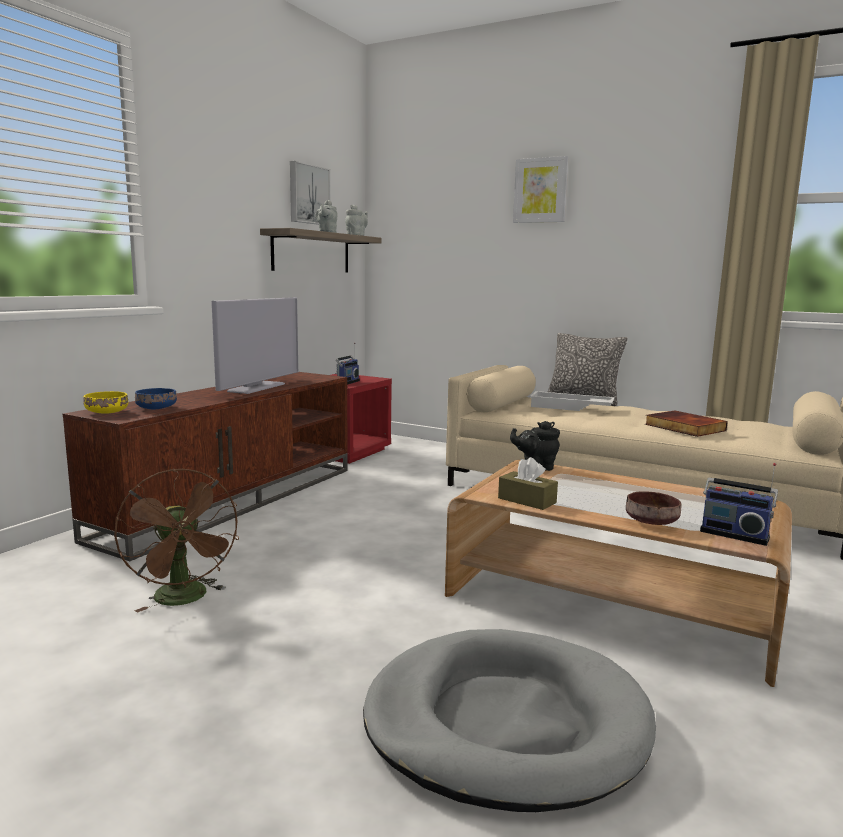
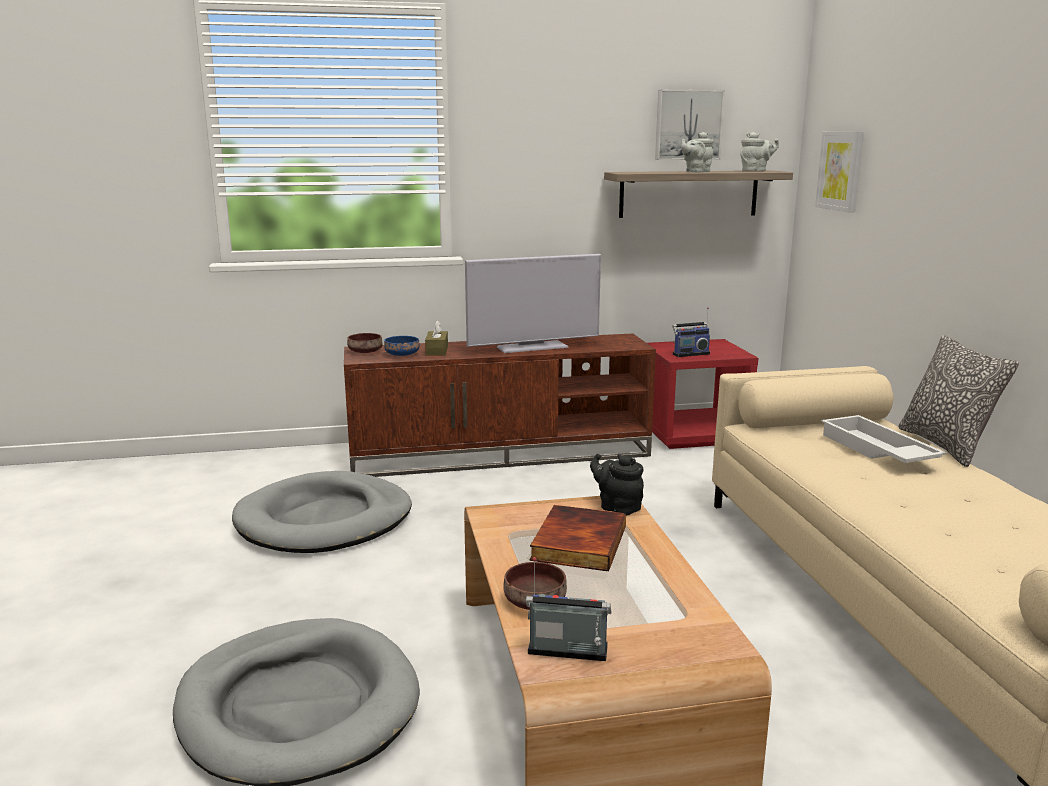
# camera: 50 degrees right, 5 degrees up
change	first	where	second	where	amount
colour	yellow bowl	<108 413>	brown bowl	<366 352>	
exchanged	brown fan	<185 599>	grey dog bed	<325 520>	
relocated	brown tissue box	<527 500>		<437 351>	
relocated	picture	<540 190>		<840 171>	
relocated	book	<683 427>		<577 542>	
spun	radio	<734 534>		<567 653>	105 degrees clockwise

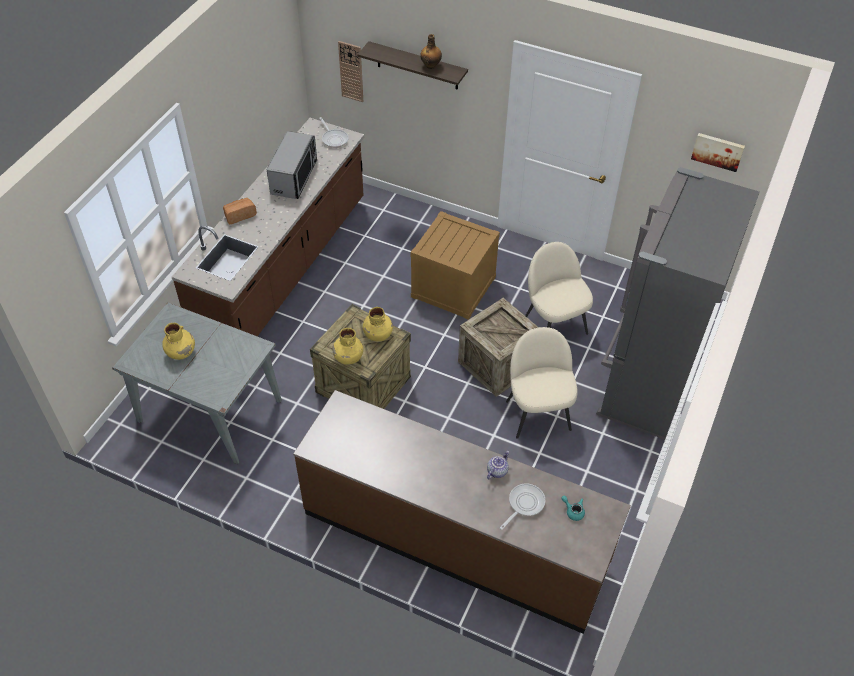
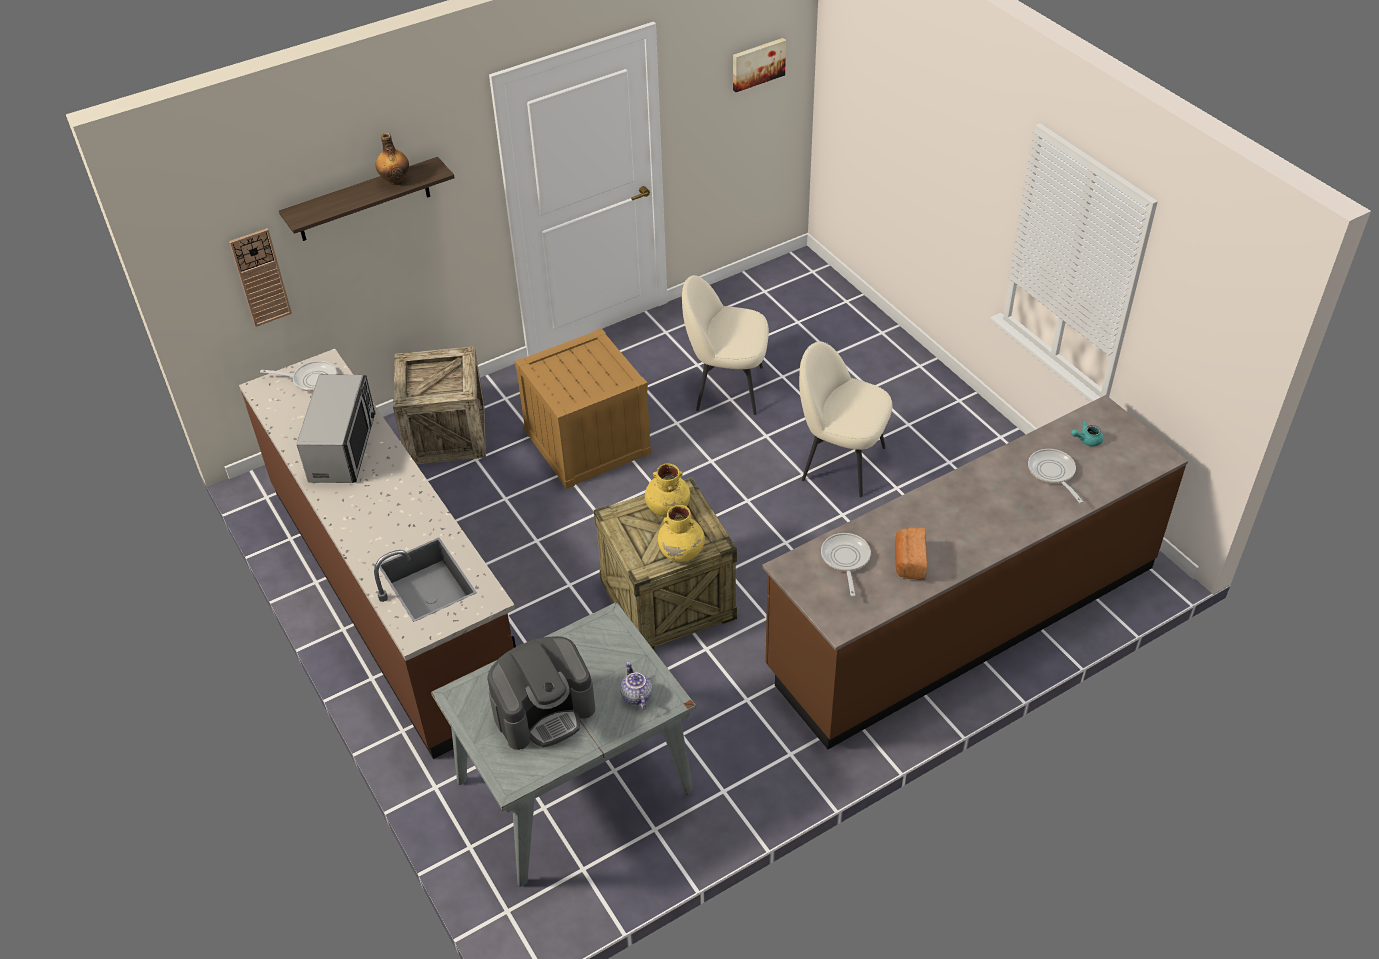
# camera: 55 degrees left, 5 degrees down
change	first	where	second	where	amount
exchanged	yellow vase	<181 352>	coffee machine	<544 711>	
relocated	bread	<239 215>		<909 562>	
spun	microwave	<294 177>		<343 448>	45 degrees clockwise
relocated	crate	<497 364>		<446 434>	
relocated	teapot	<496 471>		<635 696>	
missing	grey fridge	<646 384>			
appeared			frying pan	<845 560>	

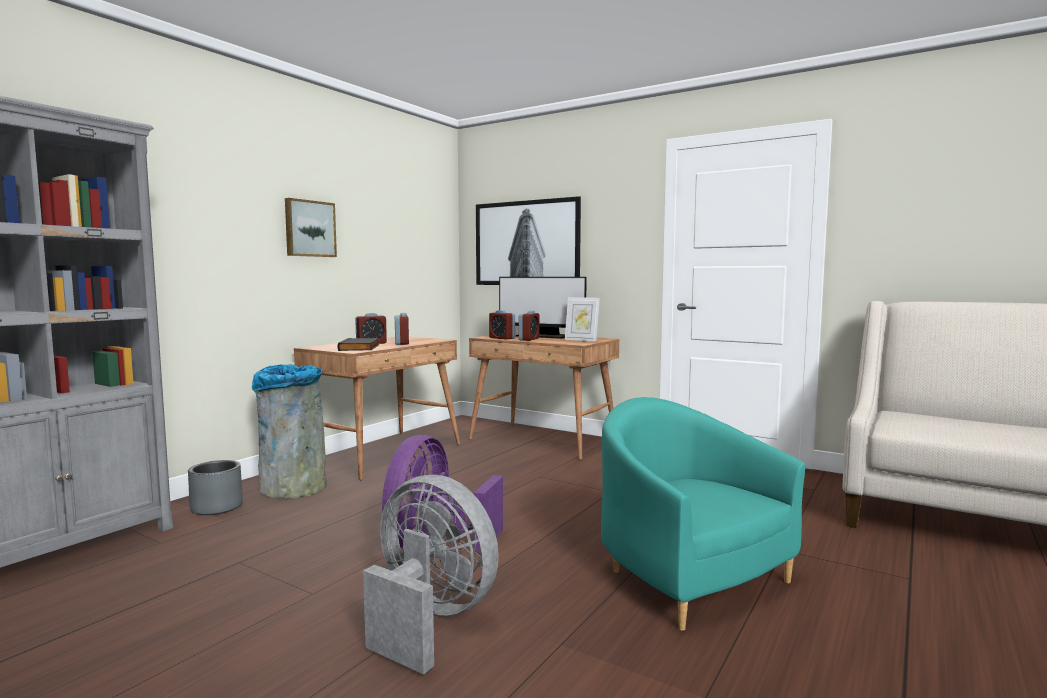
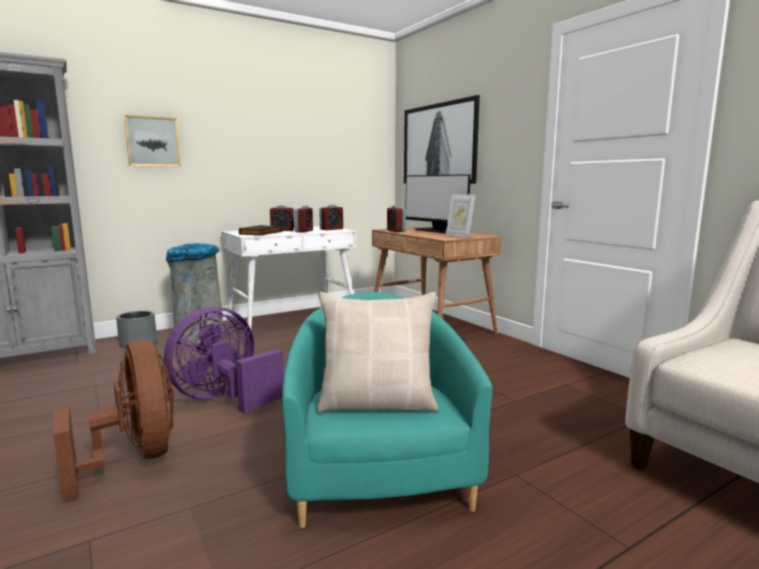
# camera: 25 degrees right, 5 degrees up
change	first	where	second	where	amount
relocated	picture	<309 228>		<152 142>	
colour	brown desk	<383 454>	white desk	<293 320>	
colour	grey fan	<429 620>	brown fan	<135 458>	
relocated	alarm clock	<529 339>		<331 229>	
appeared			beige pillow	<377 403>	

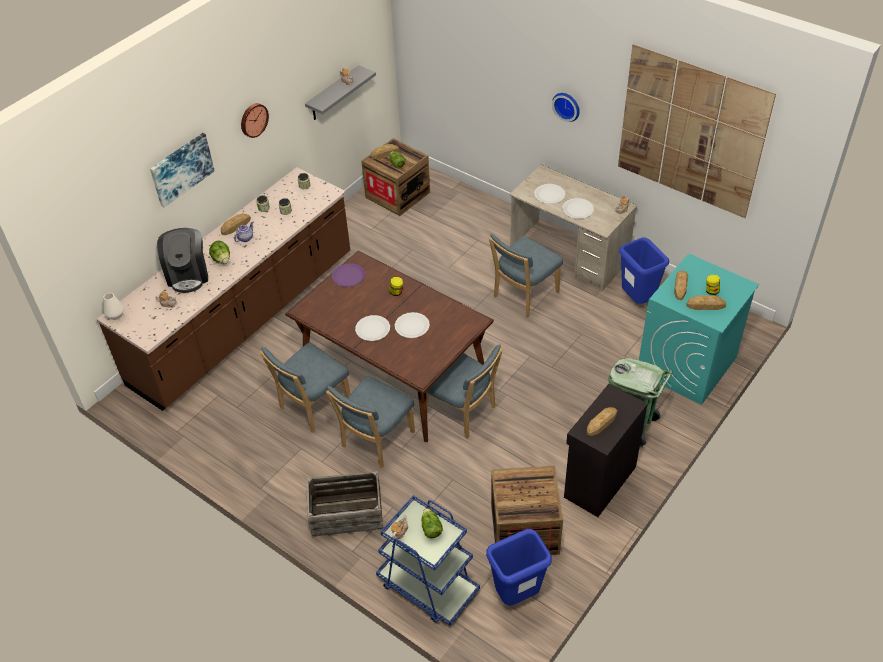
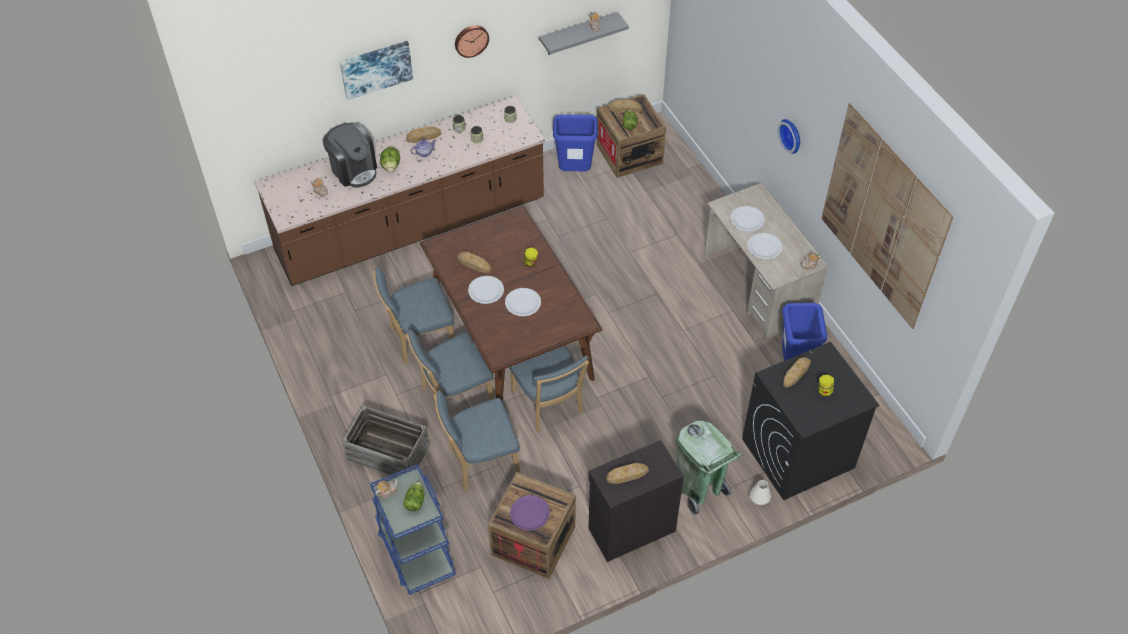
# camera: 25 degrees right, 5 degrees up
change	first	where	second	where	amount
relocated	white vase	<115 315>		<759 499>	
spun	coffee machine	<188 275>		<353 170>	60 degrees counterclockwise
relocated	purple plate	<348 276>		<529 513>	
relocated	blue trash can	<517 595>		<575 171>	
relocated	blue chair	<523 296>		<480 461>	
colour	turquoise washing machine	<686 365>	black washing machine	<797 454>	
relocated	bread	<706 305>		<473 264>	

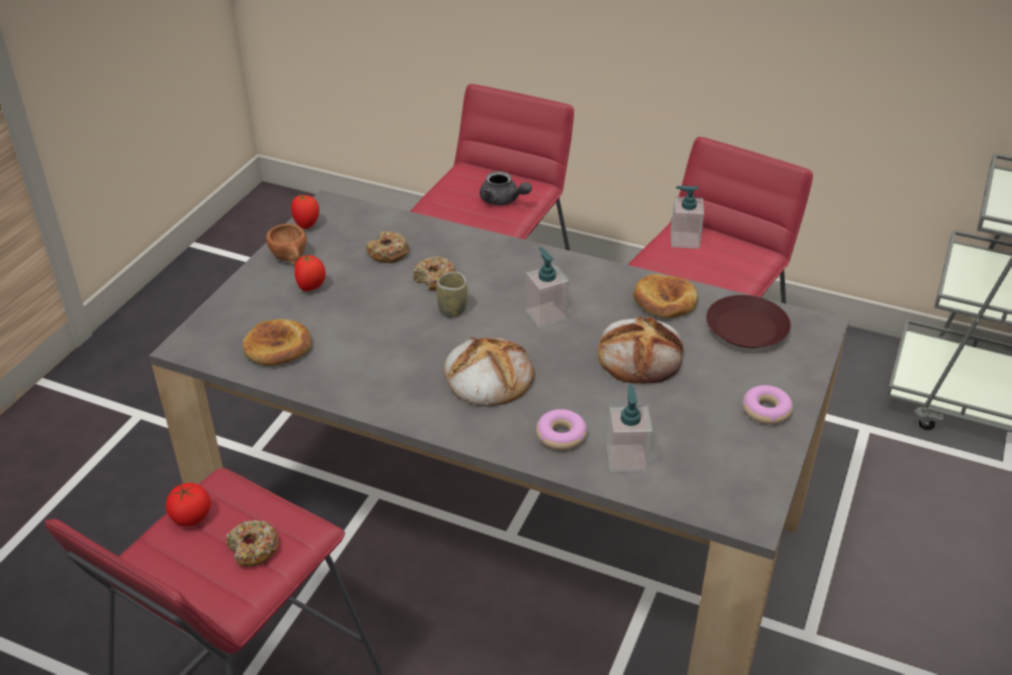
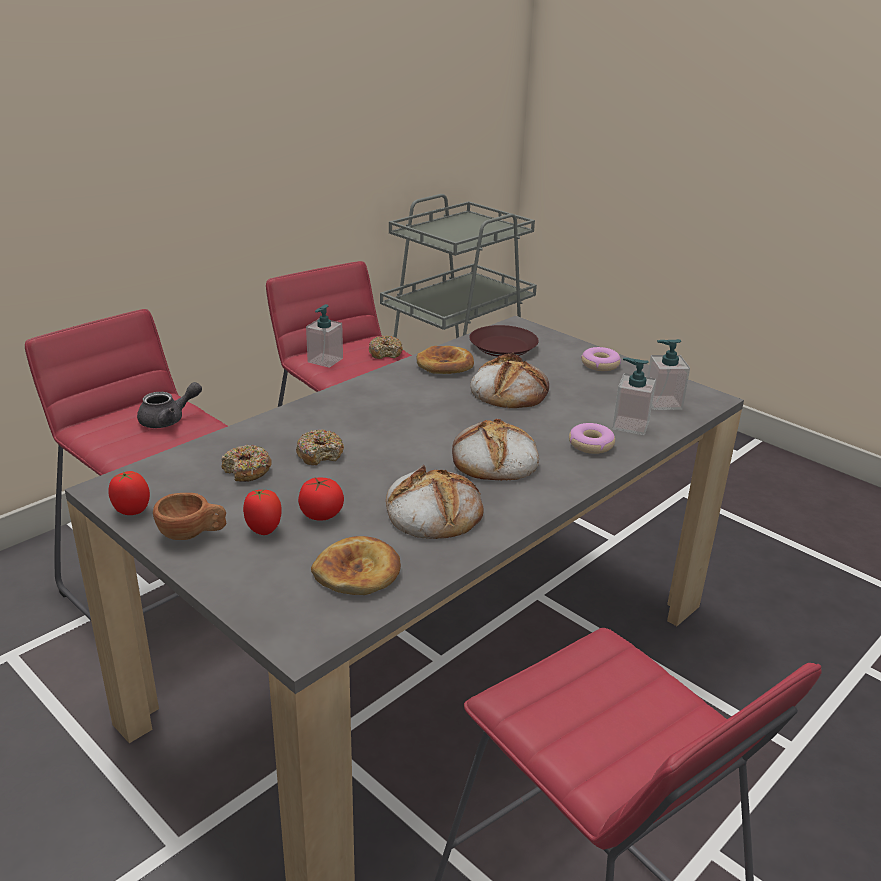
# camera: 70 degrees left, 10 degrees down
change	first	where	second	where	amount
relocated	tomato	<191 517>		<321 514>	
relocated	donut	<253 549>		<385 353>	
missing	cup	<452 310>			
relocated	soap dispenser	<545 314>		<662 403>	
appeared			bread	<432 511>	

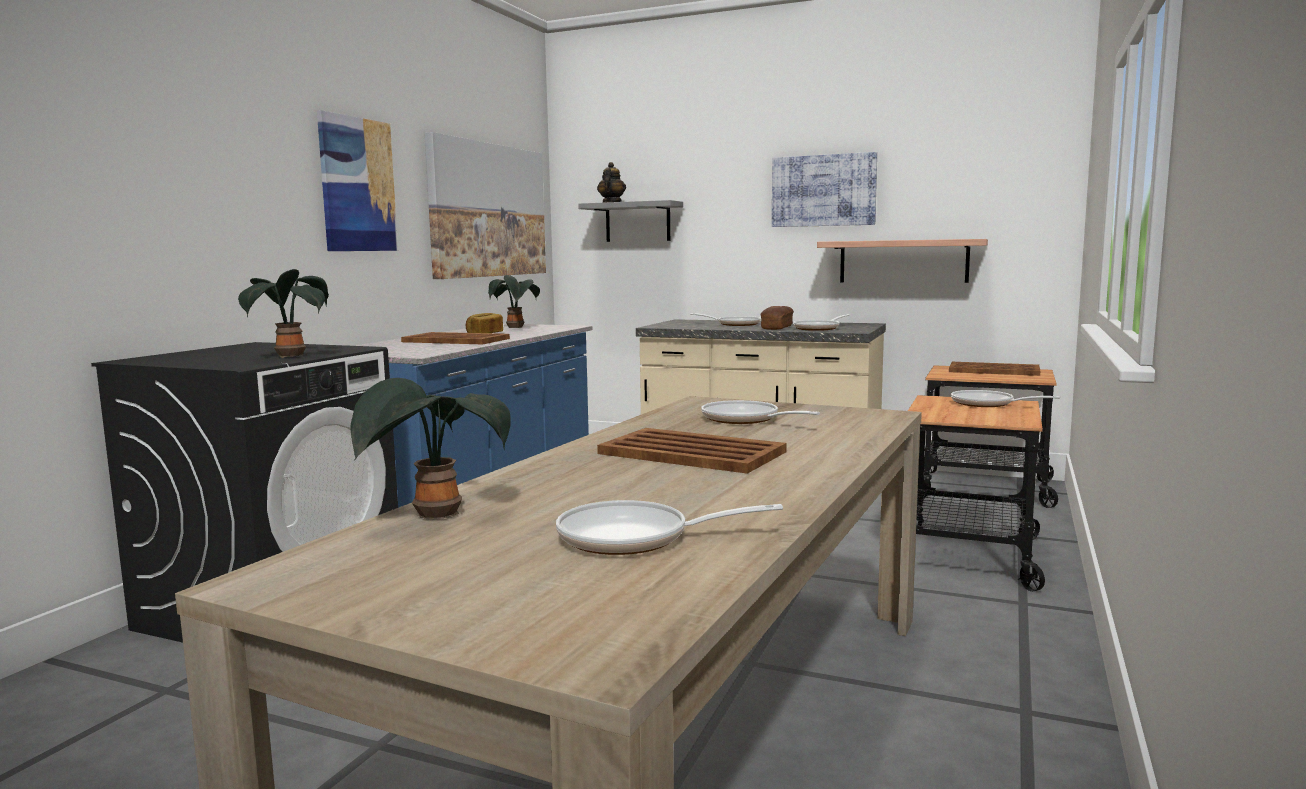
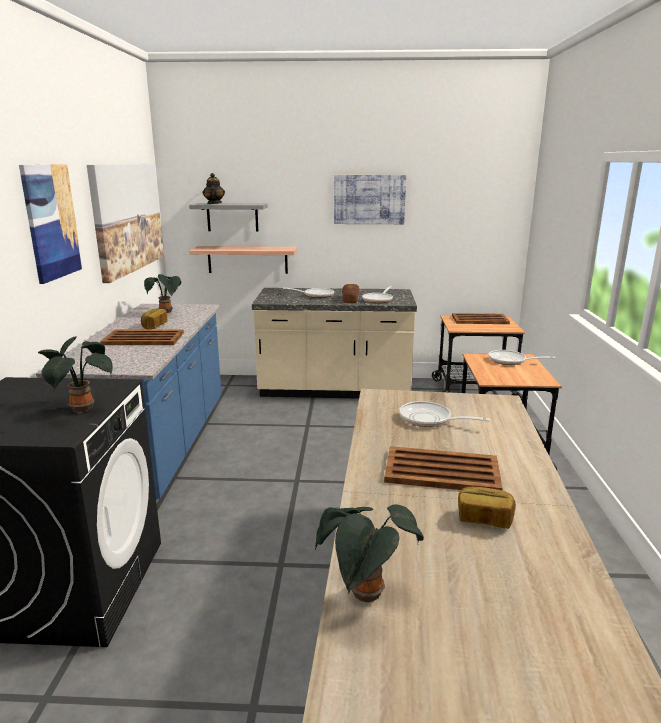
# camera: 20 degrees left, 10 degrees up
change	first	where	second	where	amount
missing	frying pan	<635 538>			
relocated	shelf	<903 261>		<247 259>	
appeared			bread	<484 518>	

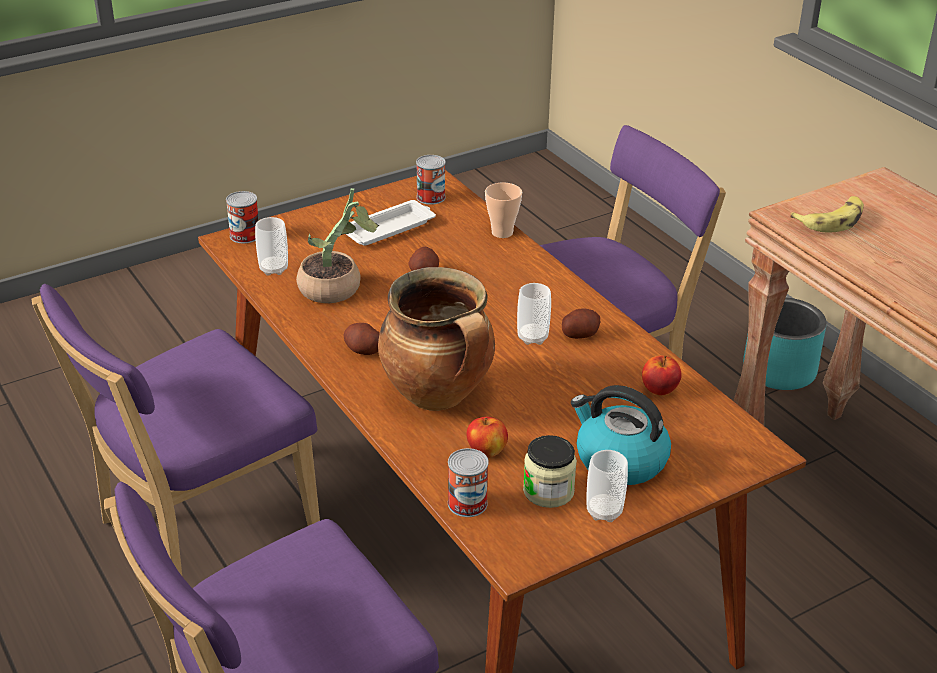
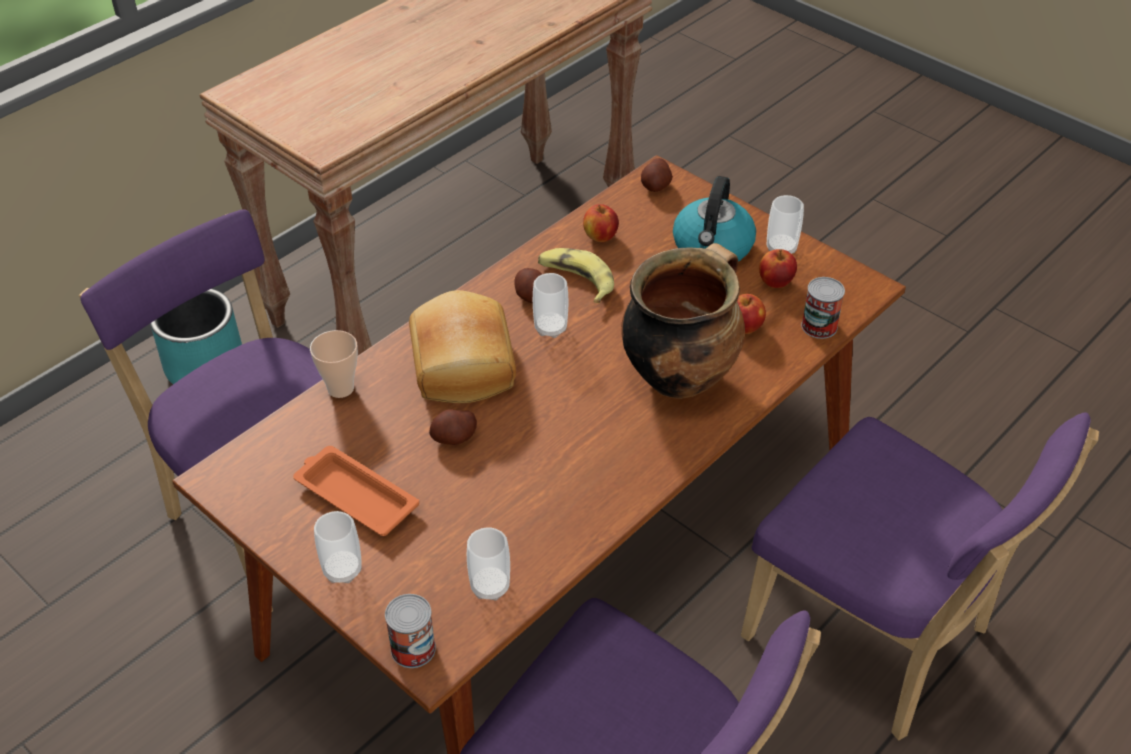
# camera: 105 degrees left, 10 degrees up
change	first	where	second	where	amount
missing	potted plant	<337 289>			
relocated	potato	<363 350>		<656 186>	
colour	white tray	<389 228>	orange tray	<354 495>	
missing	can	<431 197>			
exchanged	jar	<548 491>	apple	<775 282>	
relocated	banana	<831 220>		<576 280>	
appeared			cup	<342 570>	
appeared			bread	<460 366>	

